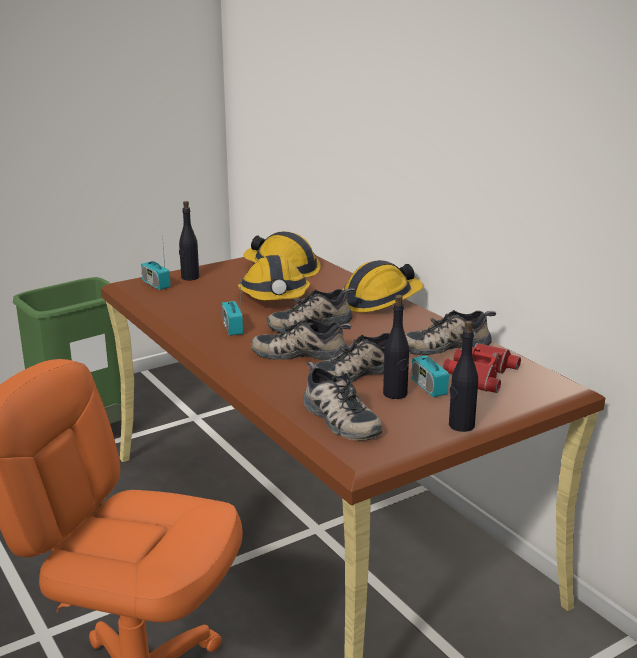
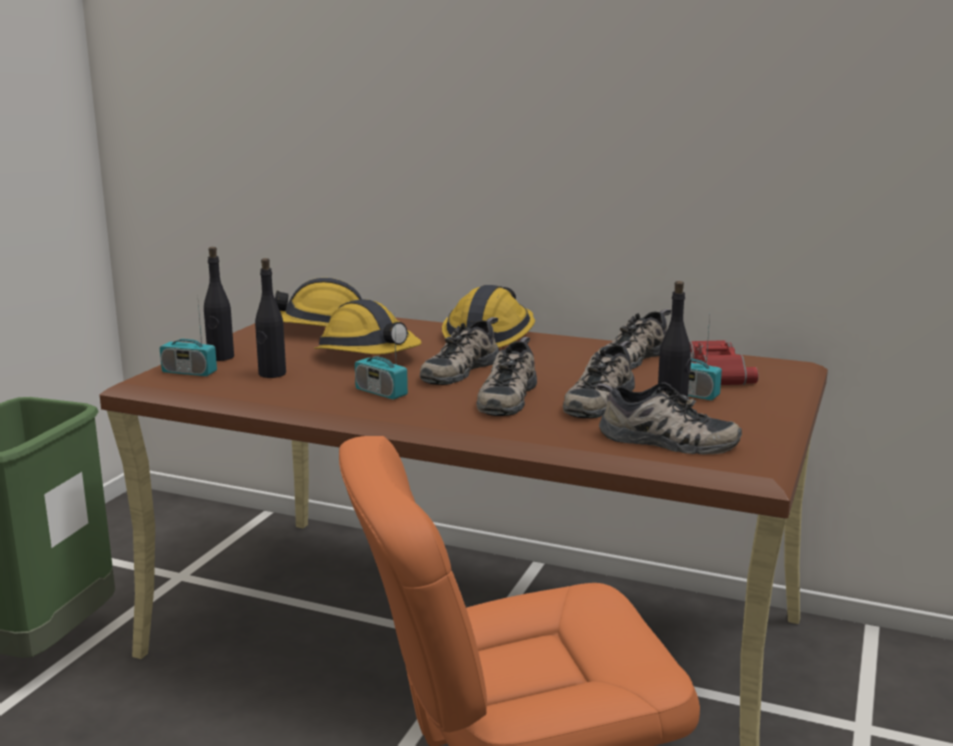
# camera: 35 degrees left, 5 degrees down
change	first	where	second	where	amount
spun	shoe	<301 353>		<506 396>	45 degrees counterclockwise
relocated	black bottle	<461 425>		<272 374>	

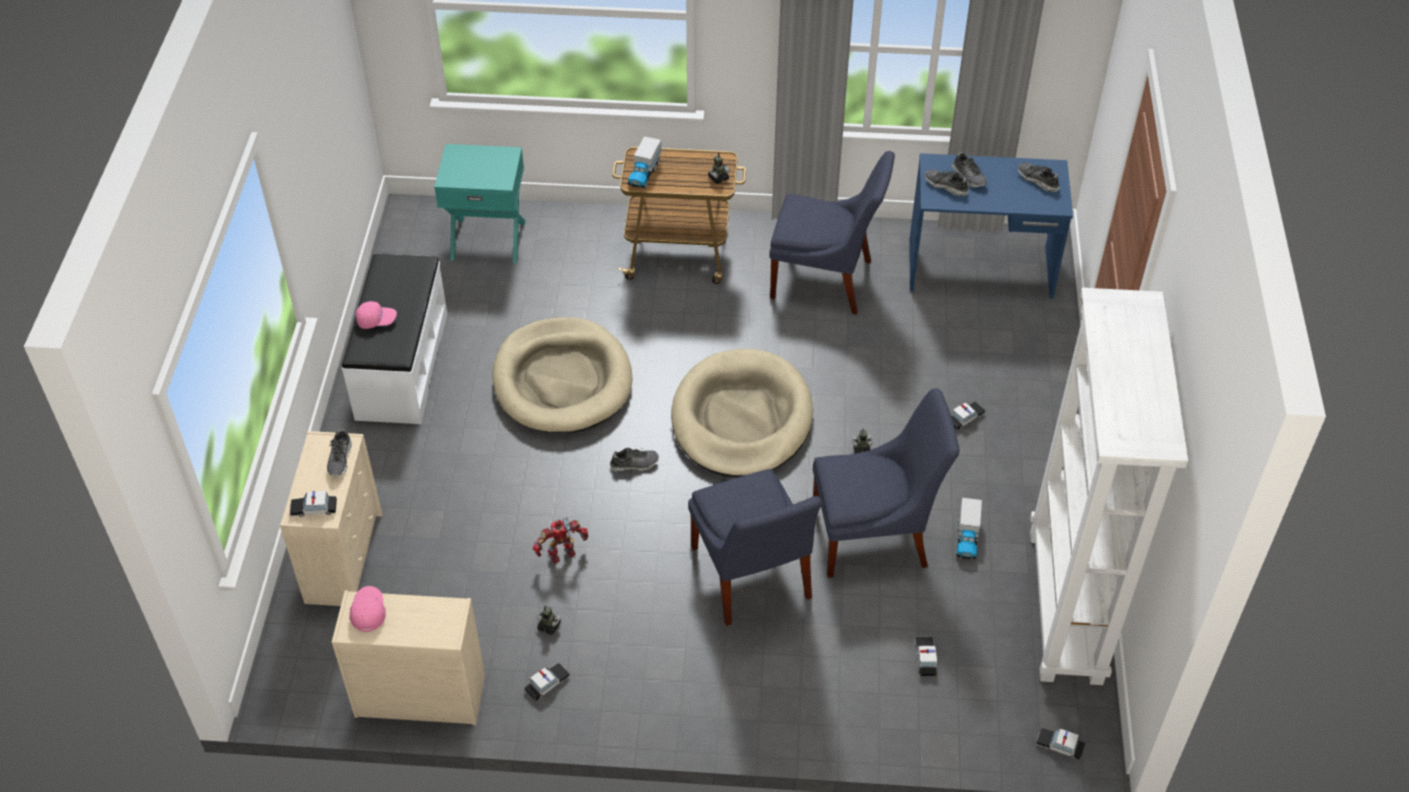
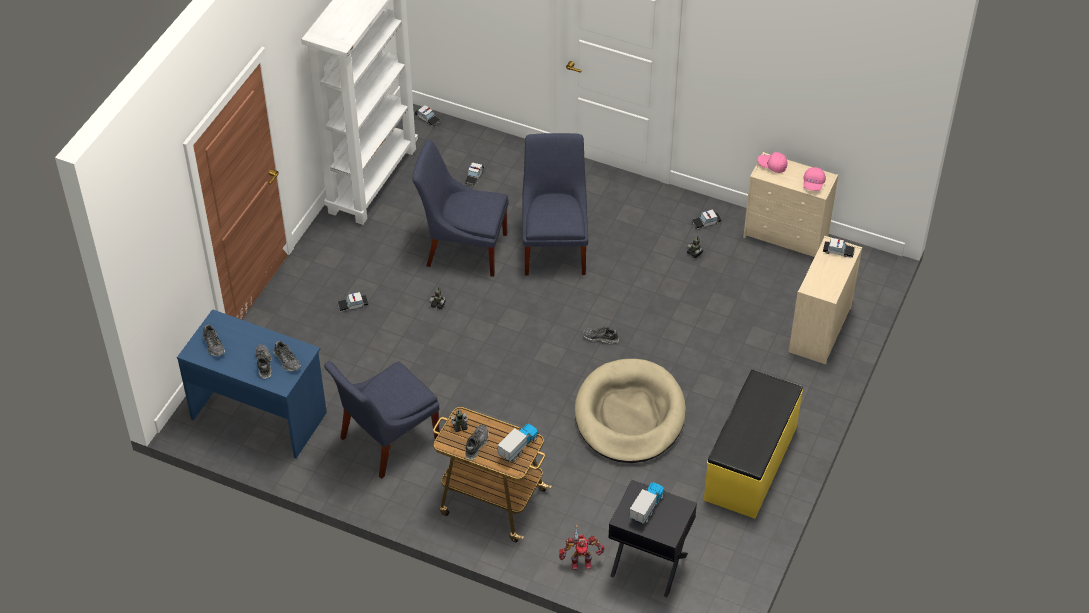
# camera: 160 degrees left, 0 degrees up
change	first	where	second	where	amount
relocated	shoe	<340 459>		<476 444>	
colour	white bench	<401 365>	yellow bench	<751 463>	
relocated	pink cap	<376 320>		<772 165>	
colour	turquoise nightstand	<488 239>	black nightstand	<648 565>	
relocated	toy robot	<562 554>		<581 561>	
missing	beige dog bed	<741 419>			
spun	blue chair	<826 281>		<386 440>	75 degrees counterclockwise
relocated	toy truck	<967 538>		<647 507>	

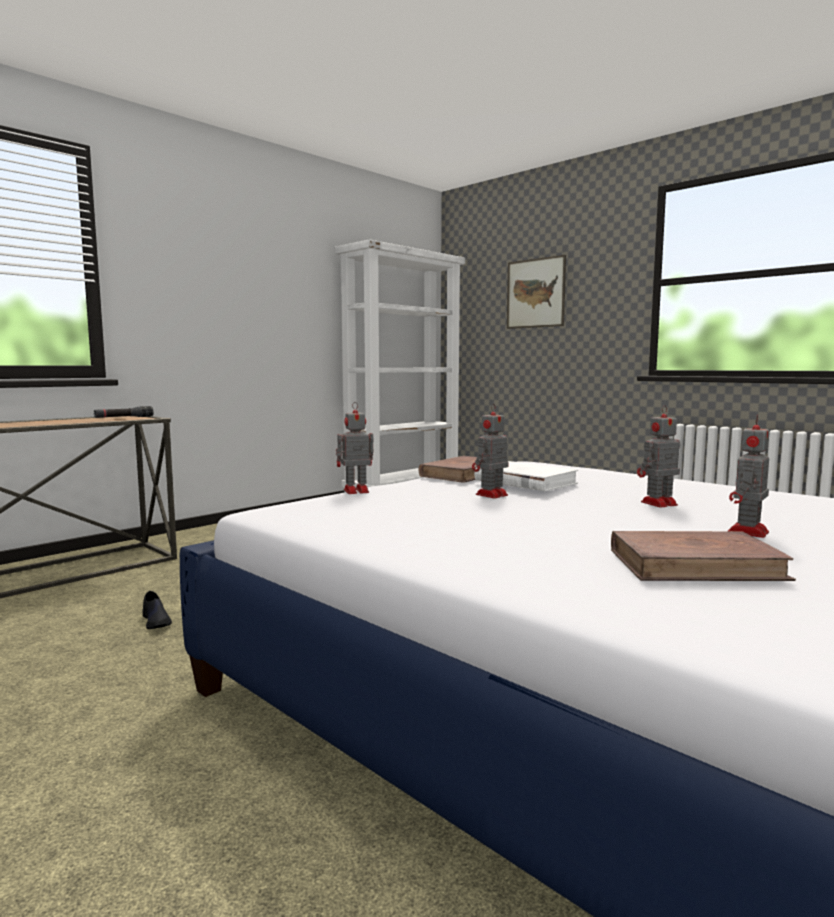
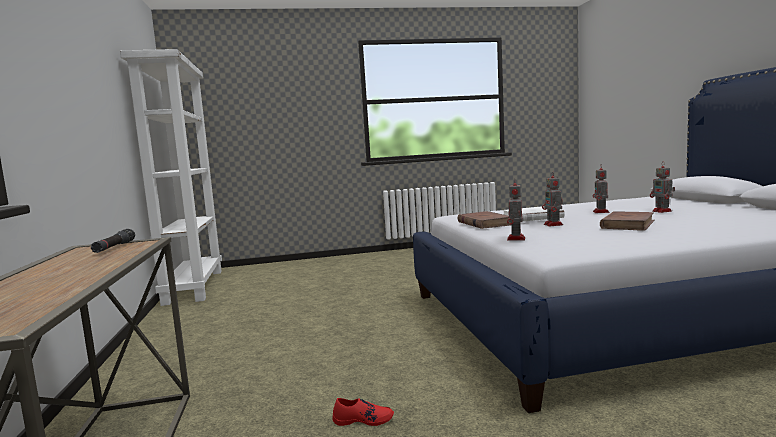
# camera: 55 degrees left, 0 degrees up
change	first	where	second	where	amount
colour	black shoe	<156 621>	red shoe	<363 420>	
missing	picture	<535 293>			
relocated	brown book	<695 565>		<627 224>	

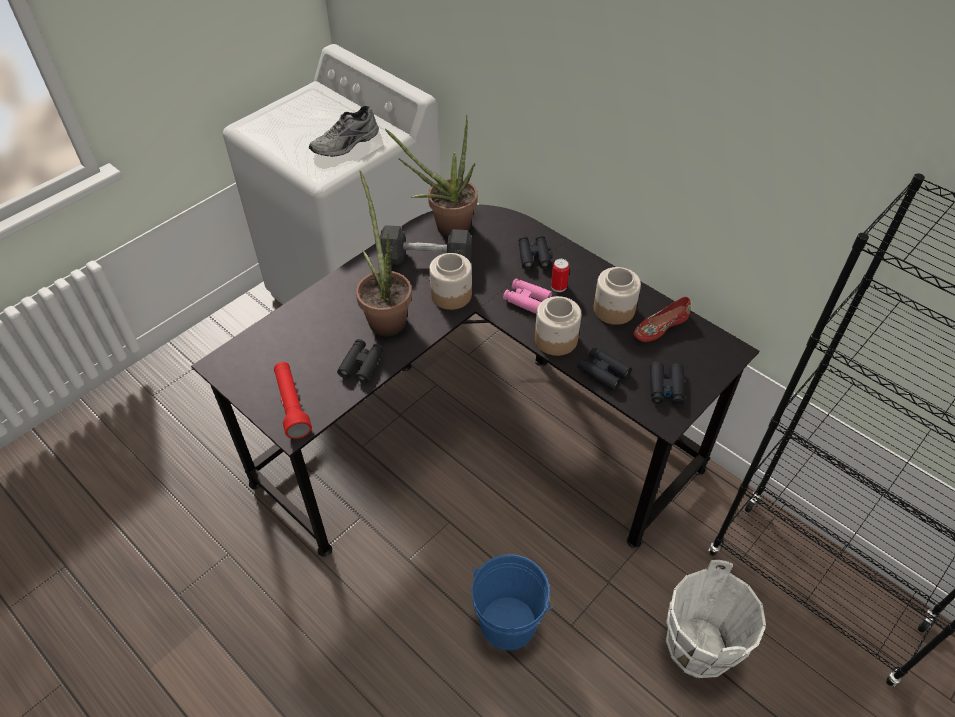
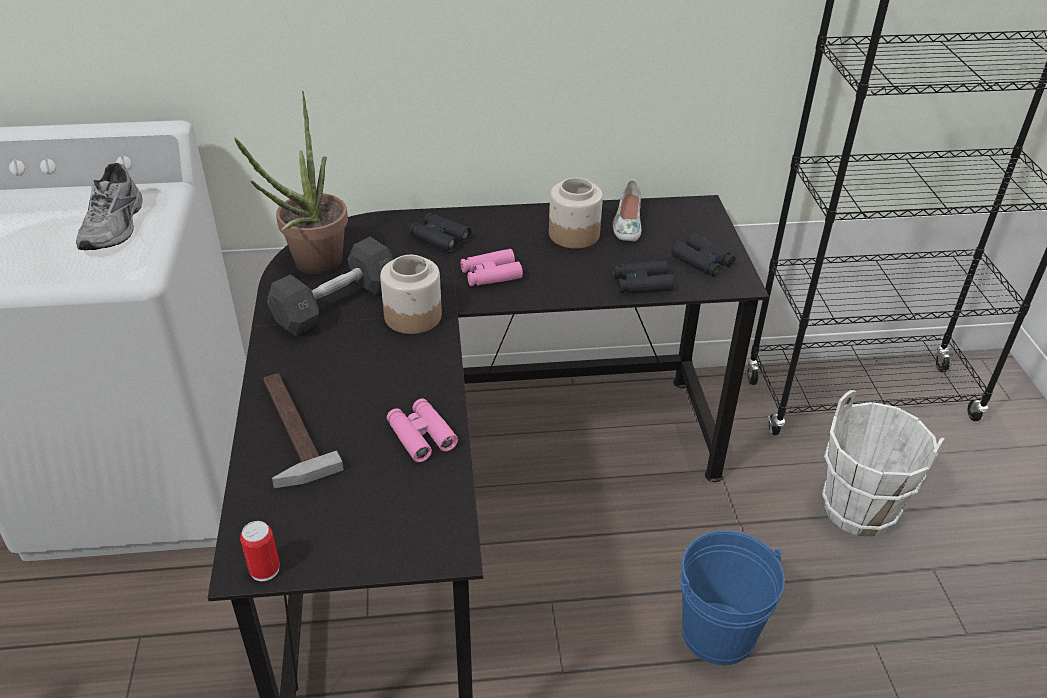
# camera: 50 degrees left, 10 degrees down
change	first	where	second	where	amount
missing	red flashlight	<292 405>			
colour	black binoculars	<362 364>	pink binoculars	<421 436>	
missing	potted plant	<386 316>			
missing	jar	<555 340>			
relocated	can	<558 286>		<264 569>	
colour	red shoe	<660 326>	white shoe	<627 223>	
appeared			hammer	<286 430>	

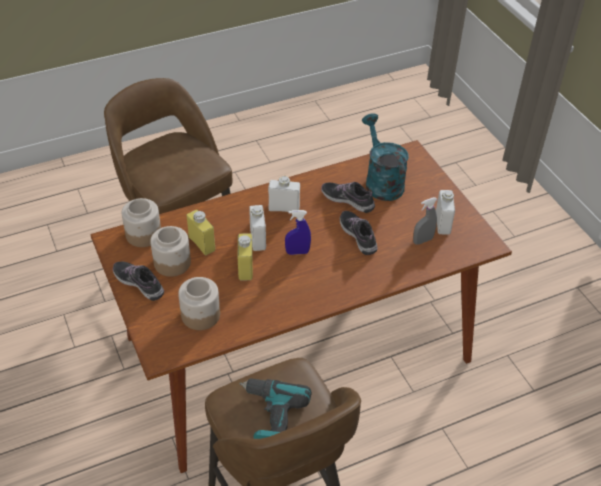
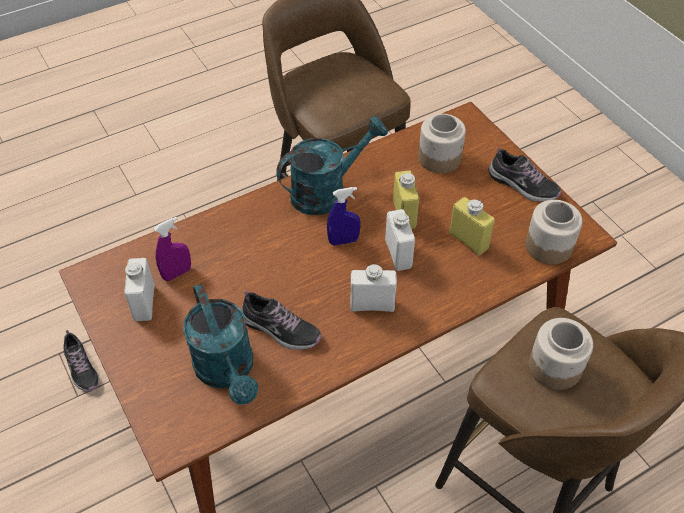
# camera: 175 degrees right, 5 degrees up
change	first	where	second	where	amount
relocated	jar	<172 262>		<554 367>	
missing	power drill	<271 418>			
relocated	shoe	<358 236>		<81 368>	
colour	grey spray bottle	<422 240>	purple spray bottle	<177 273>	
appeared			turquoise watering can	<327 191>	

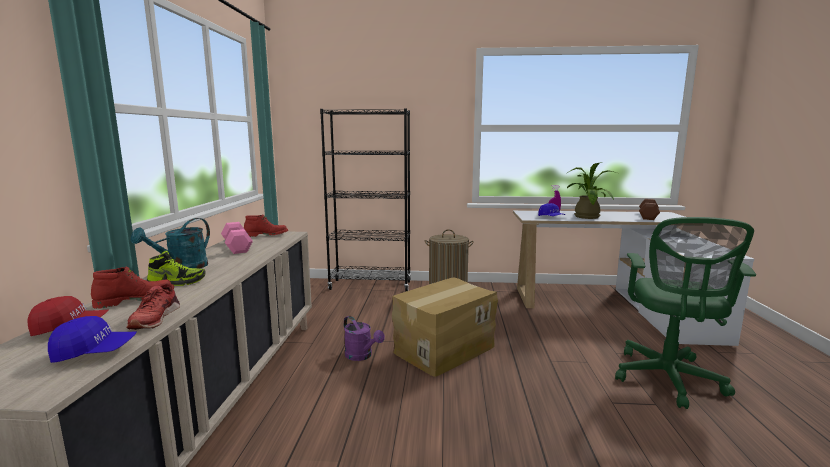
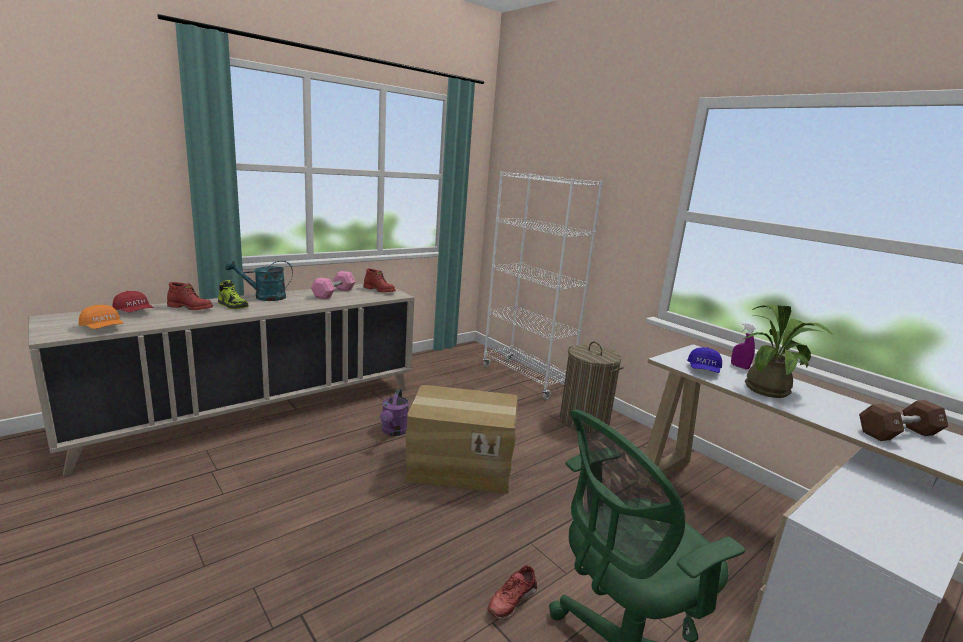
# camera: 45 degrees right, 5 degrees up
change	first	where	second	where	amount
colour	blue cap	<95 352>	orange cap	<103 328>	
relocated	red shoe	<154 318>		<511 599>	
colour	black bookcase	<370 286>	white bookcase	<526 379>	

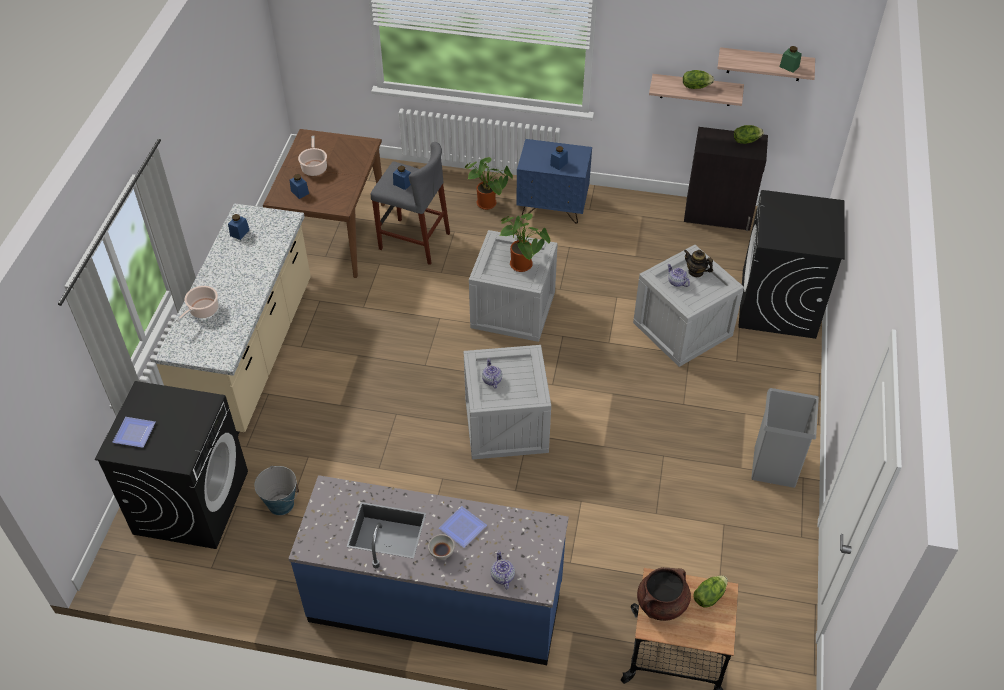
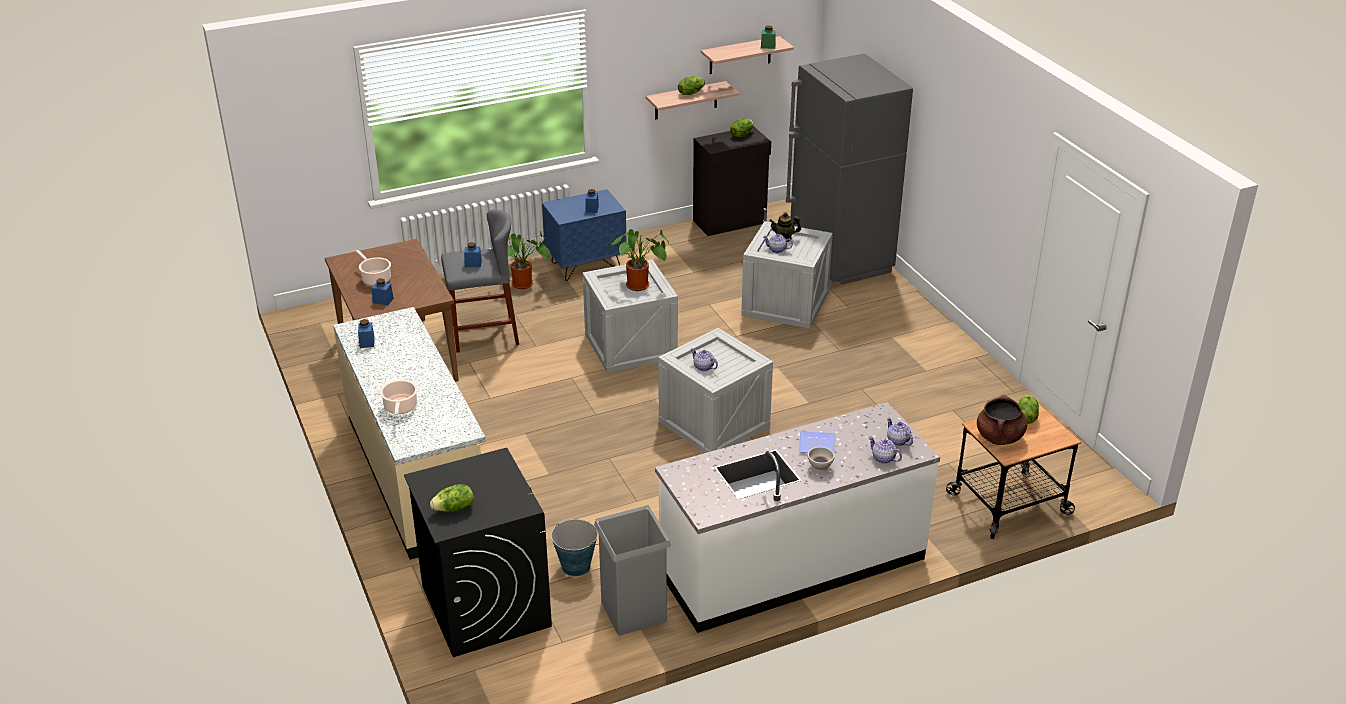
# camera: 35 degrees left, 15 degrees down
change	first	where	second	where	amount
exchanged	plate	<135 434>	lettuce	<454 509>	
colour	blue counter	<436 602>	white counter	<791 564>	
exchanged	black washing machine	<778 304>	grey fridge	<840 260>	
relocated	grey trash can	<774 466>		<633 612>	
appeared			teapot	<897 441>	

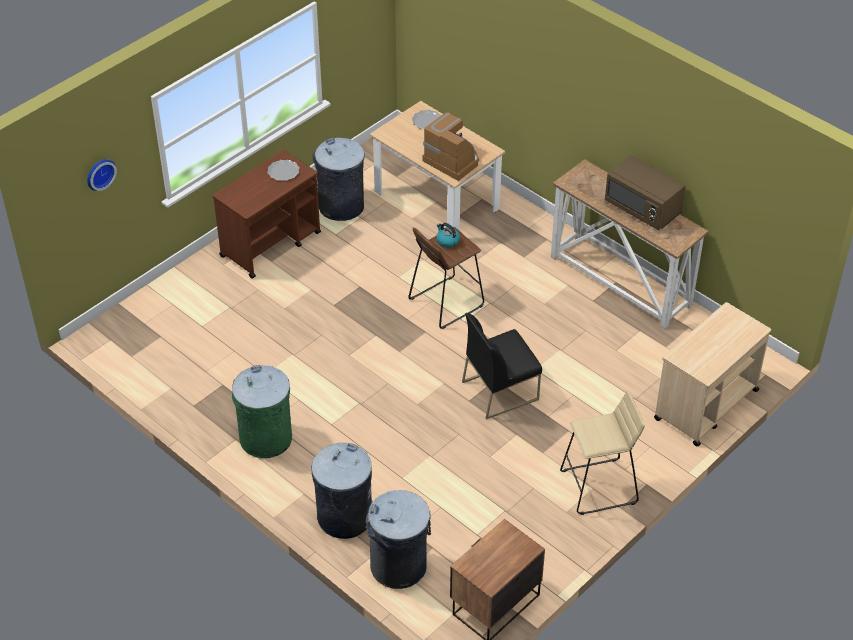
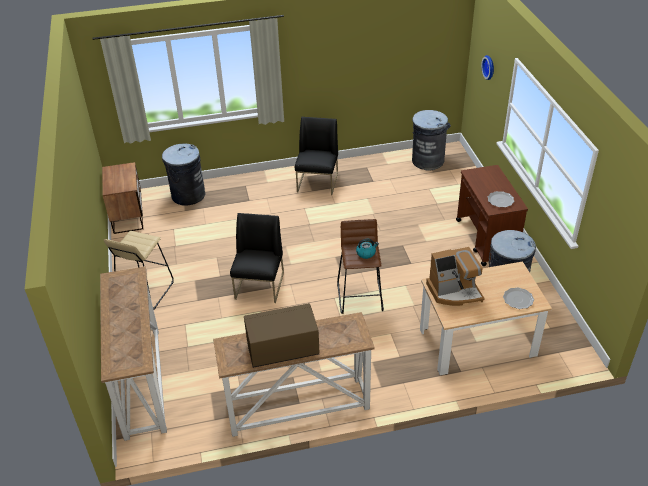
# camera: 125 degrees right, 5 degrees down
change	first	where	second	where	amount
exchanged	green trash can	<265 439>	black chair	<318 182>	
relocated	grey trash can	<344 517>		<427 160>	
exchanged	beige cart	<705 405>	console table	<142 381>	

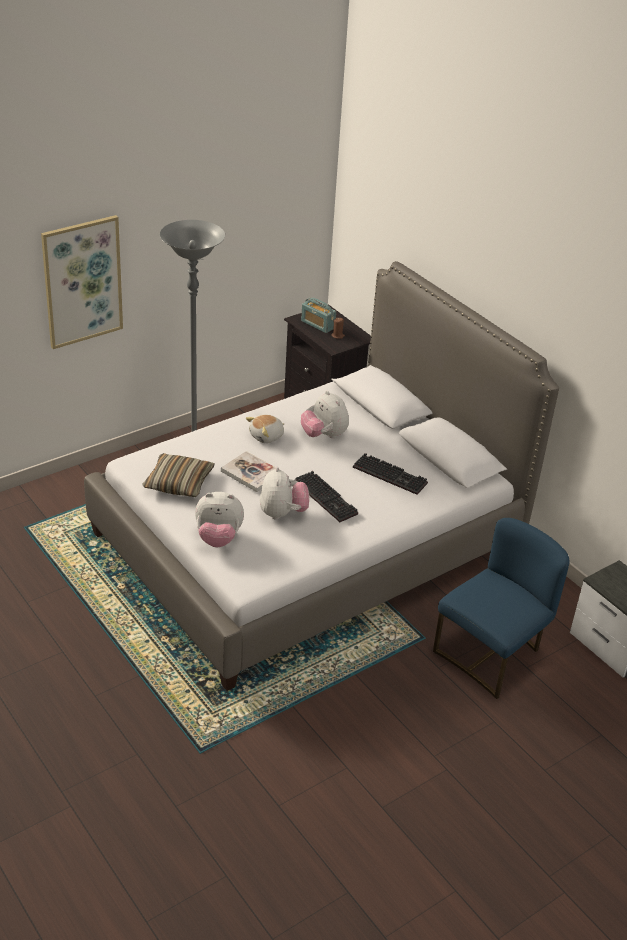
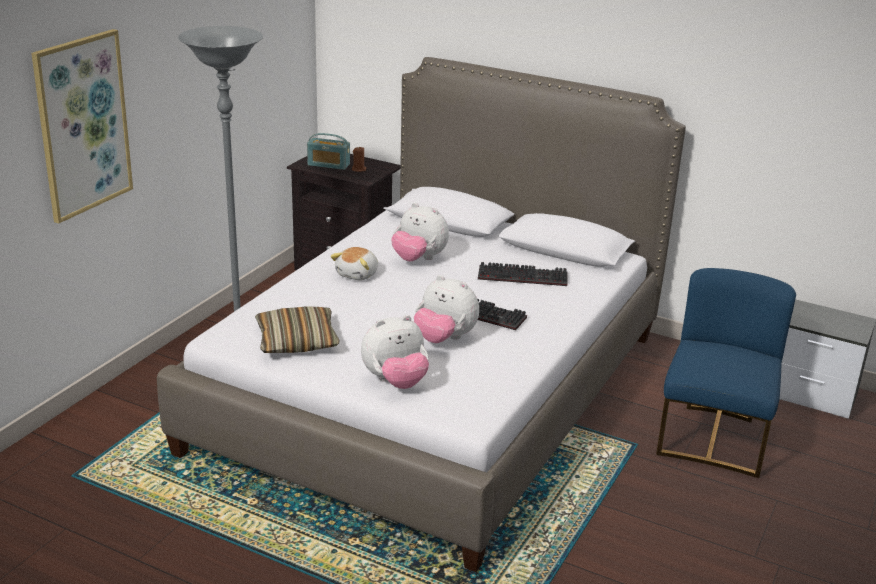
# camera: 25 degrees left, 10 degrees down
change	first	where	second	where	amount
missing	book	<251 473>			
spun	plush toy	<282 513>		<444 339>	150 degrees clockwise

